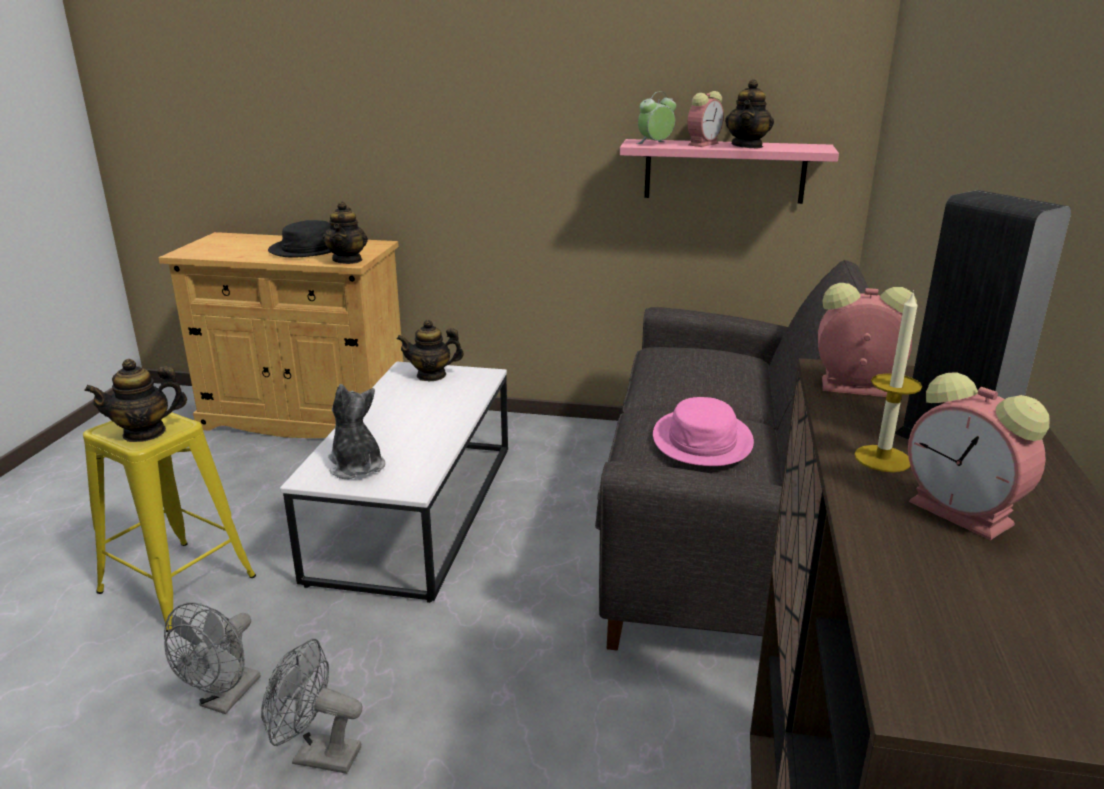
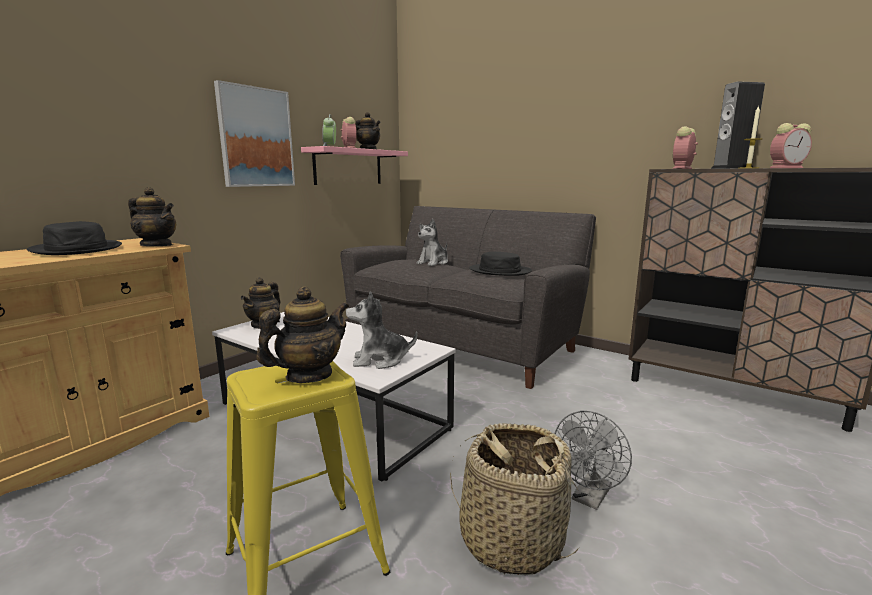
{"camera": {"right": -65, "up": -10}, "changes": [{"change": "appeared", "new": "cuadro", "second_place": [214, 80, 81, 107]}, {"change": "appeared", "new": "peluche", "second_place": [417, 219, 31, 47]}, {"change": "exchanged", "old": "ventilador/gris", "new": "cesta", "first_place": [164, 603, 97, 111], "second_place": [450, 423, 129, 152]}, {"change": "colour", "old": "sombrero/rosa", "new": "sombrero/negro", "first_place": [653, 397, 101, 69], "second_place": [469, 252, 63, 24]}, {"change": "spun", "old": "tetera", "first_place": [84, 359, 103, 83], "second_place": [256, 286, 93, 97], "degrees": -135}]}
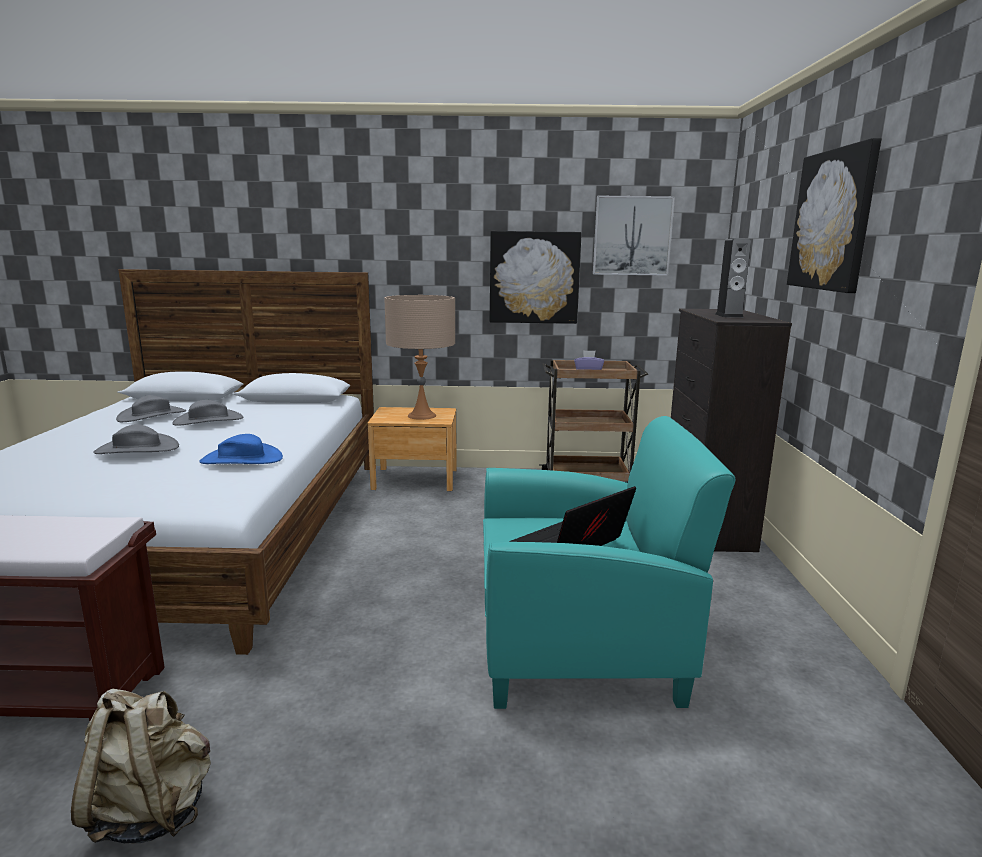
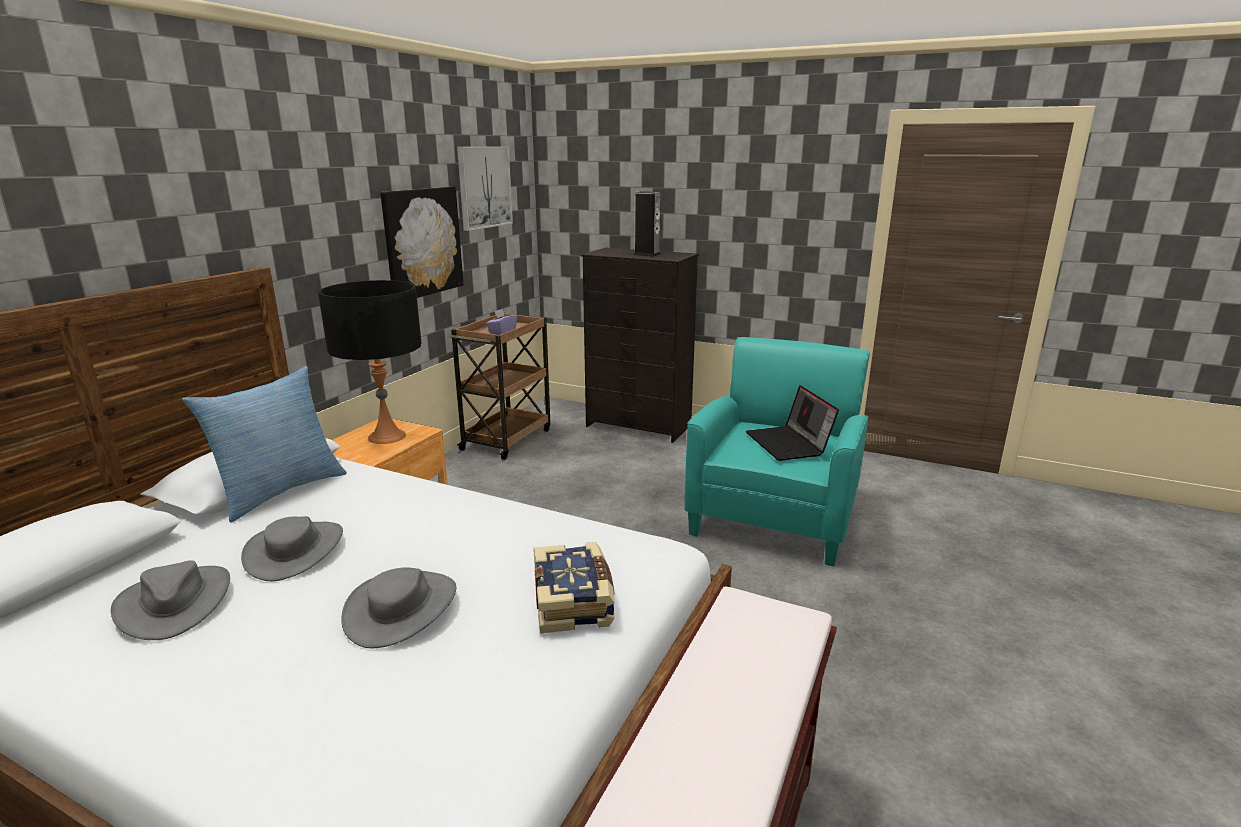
{"camera": {"right": -65, "up": 5}, "changes": [{"change": "missing", "old": "mochila/beis", "first_place": [71, 689, 140, 154]}, {"change": "missing", "old": "sombrero/azul", "first_place": [199, 434, 84, 30]}, {"change": "missing", "old": "cuadro", "first_place": [787, 138, 94, 155]}, {"change": "appeared", "new": "cojín", "second_place": [182, 366, 165, 156]}, {"change": "appeared", "new": "libro", "second_place": [533, 542, 82, 92]}, {"change": "colour", "old": "lámpara de mesa/beis", "new": "lámpara de mesa/negro", "first_place": [384, 295, 71, 125], "second_place": [318, 280, 104, 164]}]}
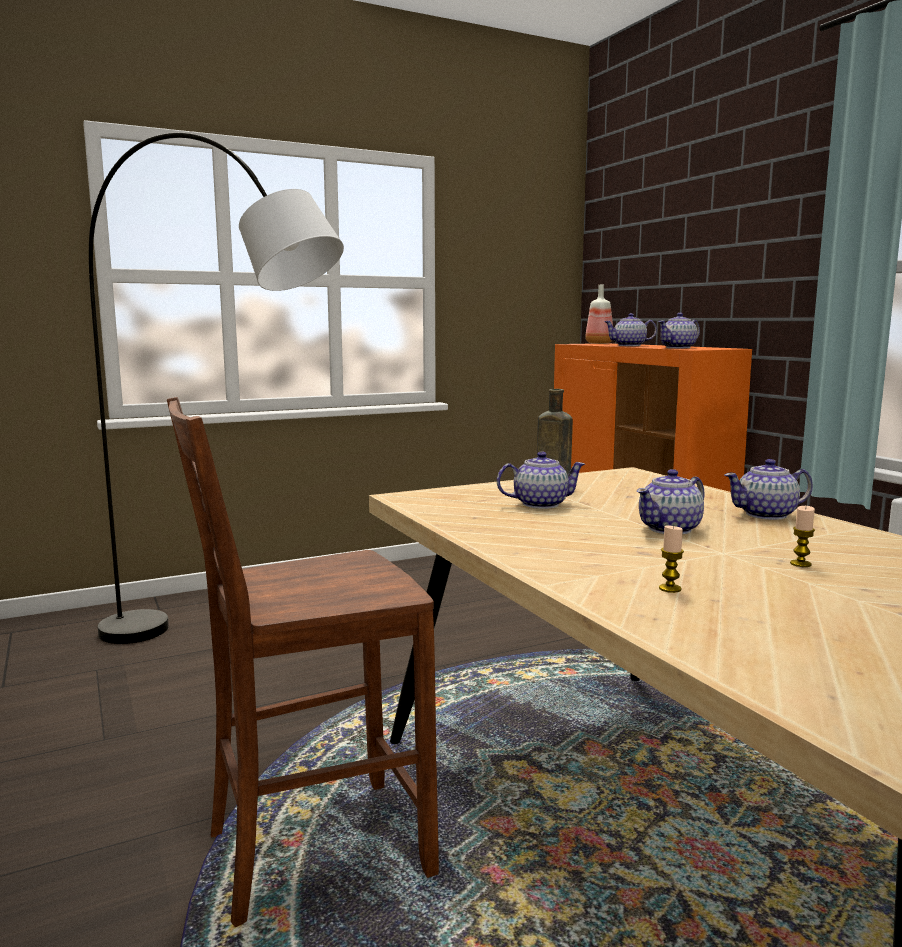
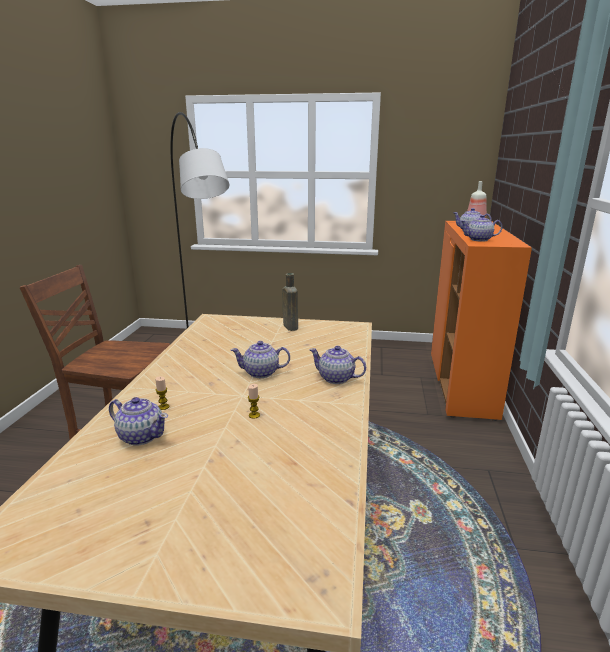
{"camera": {"right": 35, "up": 10}, "changes": [{"change": "relocated", "old": "tetera", "first_place": [497, 452, 88, 57], "second_place": [109, 397, 59, 48]}]}
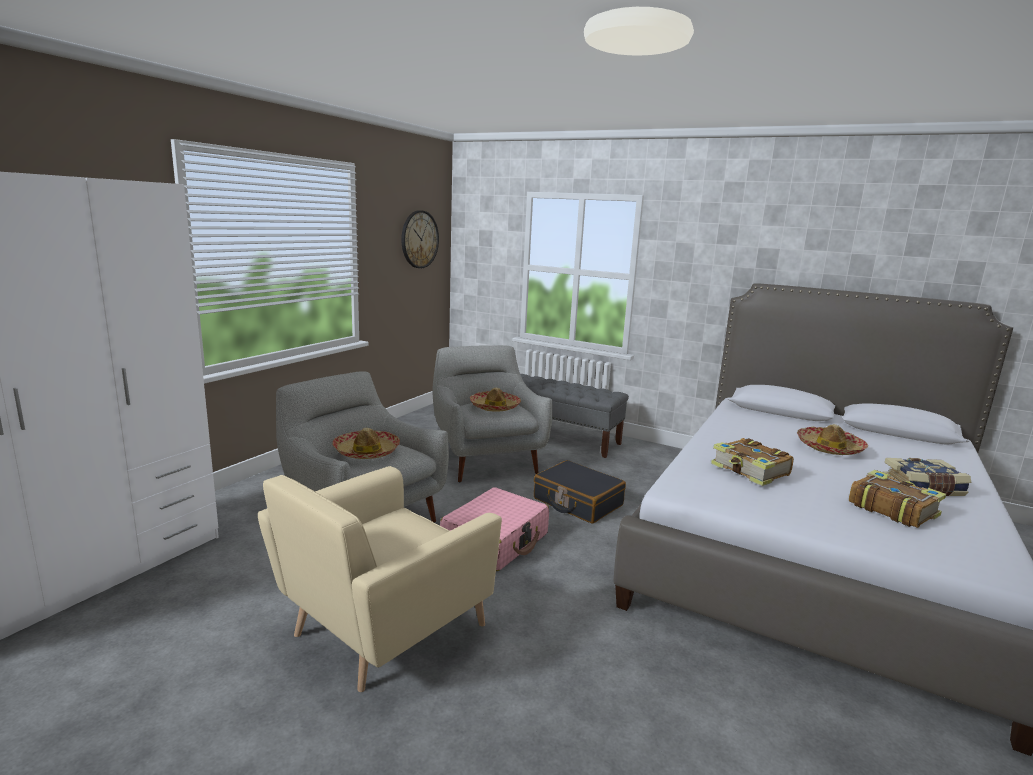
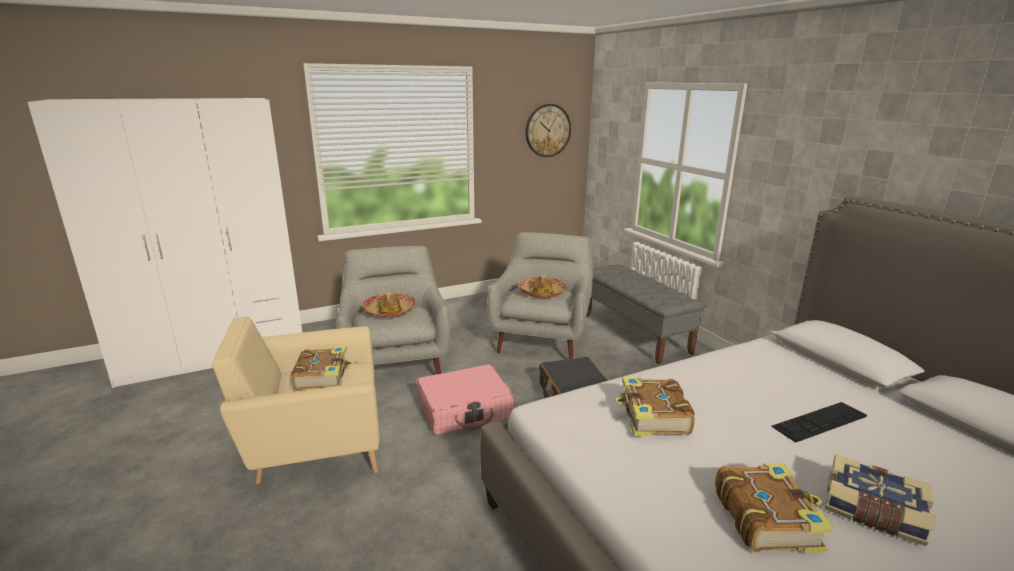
{"camera": {"right": 35, "up": 5}, "changes": [{"change": "appeared", "new": "libro", "second_place": [291, 346, 62, 45]}, {"change": "exchanged", "old": "sombrero", "new": "teclado", "first_place": [797, 424, 71, 31], "second_place": [771, 402, 96, 41]}]}
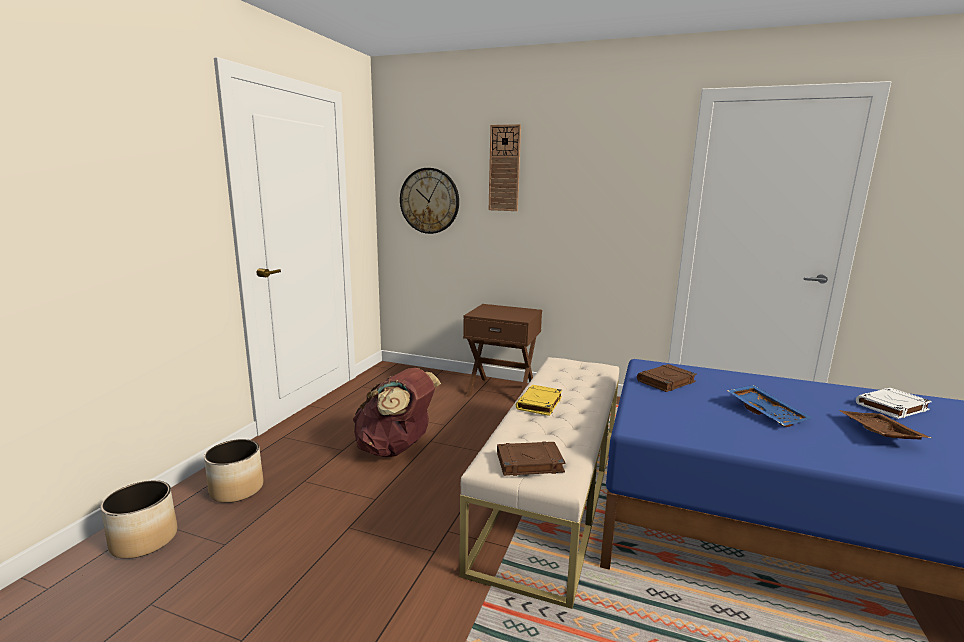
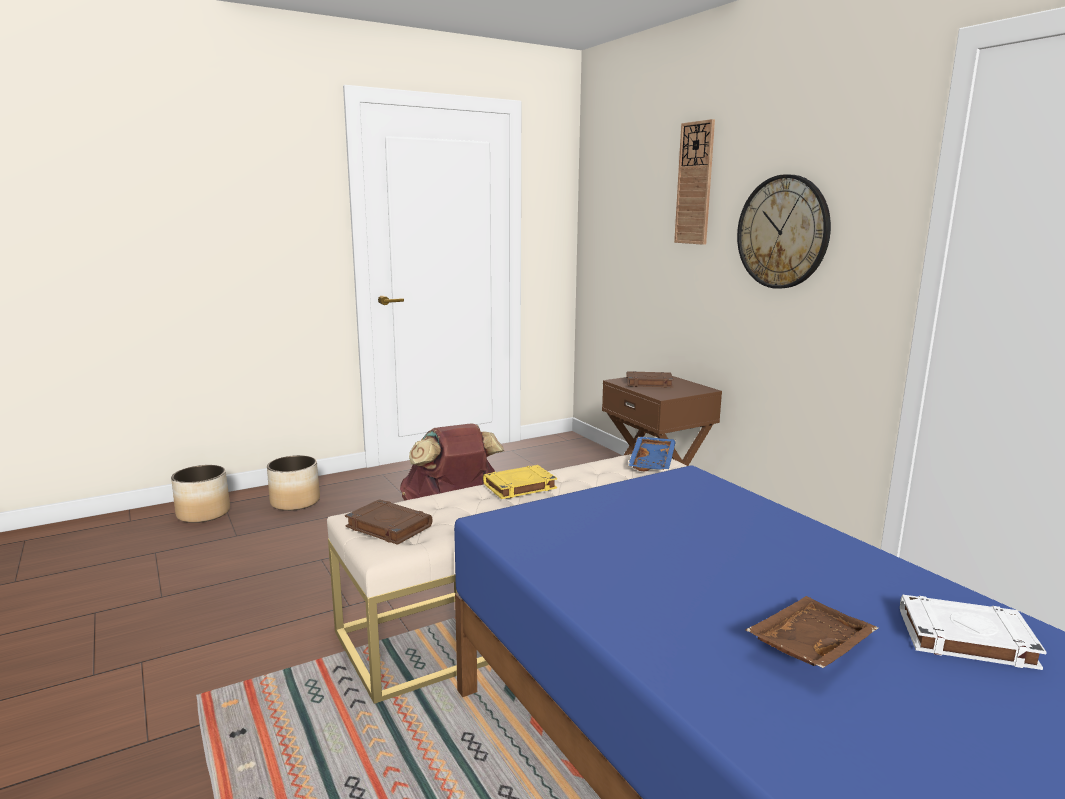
{"camera": {"right": 40, "up": 0}, "changes": [{"change": "relocated", "old": "reloj de pared", "first_place": [400, 168, 59, 66], "second_place": [737, 174, 94, 115]}, {"change": "relocated", "old": "libro/marrón", "first_place": [637, 364, 60, 28], "second_place": [626, 371, 48, 17]}, {"change": "relocated", "old": "bandeja/azul", "first_place": [727, 385, 85, 42], "second_place": [628, 437, 48, 34]}]}
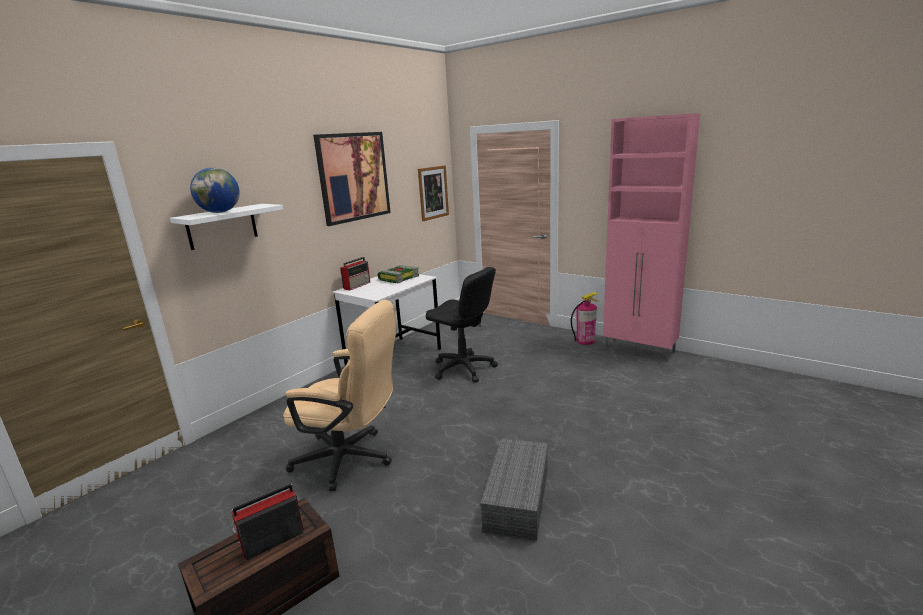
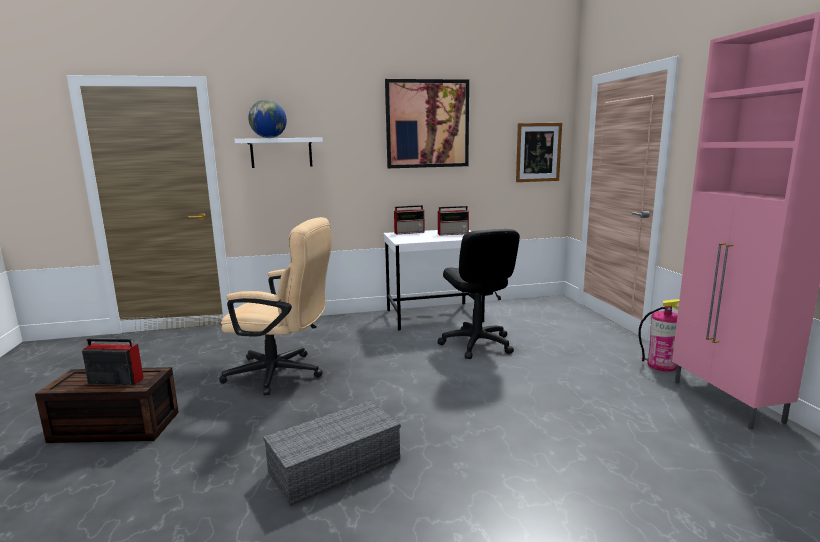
{"camera": {"right": 40, "up": -5}, "changes": [{"change": "exchanged", "old": "libro", "new": "radio", "first_place": [378, 265, 41, 18], "second_place": [438, 206, 31, 30]}, {"change": "spun", "old": "silla de oficina/beis", "first_place": [283, 300, 113, 191], "second_place": [219, 217, 112, 179], "degrees": -45}]}
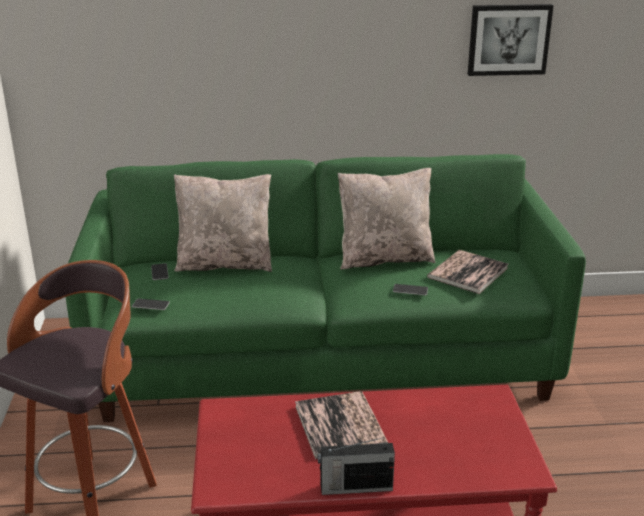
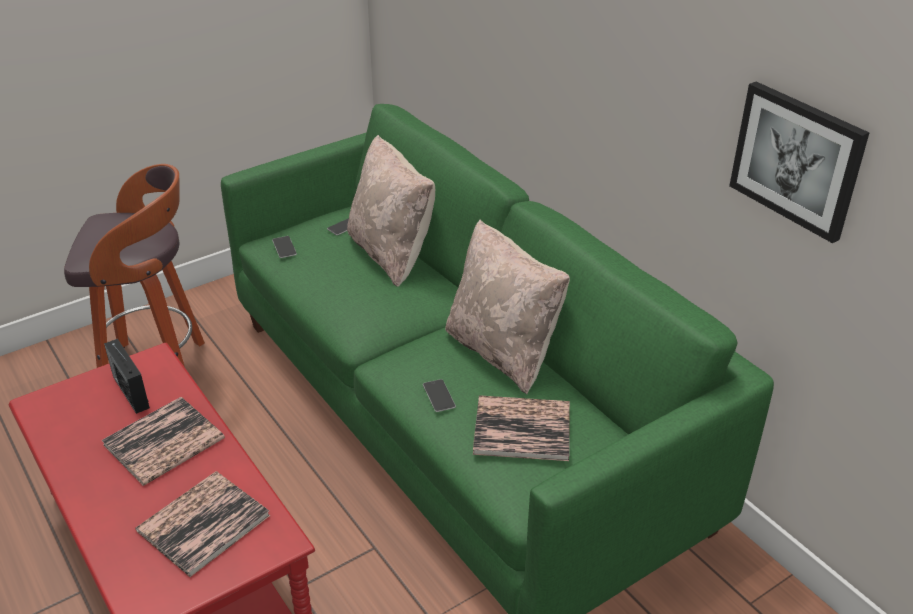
{"camera": {"right": 60, "up": 10}, "changes": [{"change": "appeared", "new": "libro", "second_place": [135, 471, 135, 106]}, {"change": "relocated", "old": "radio", "first_place": [318, 437, 77, 58], "second_place": [104, 339, 46, 75]}]}
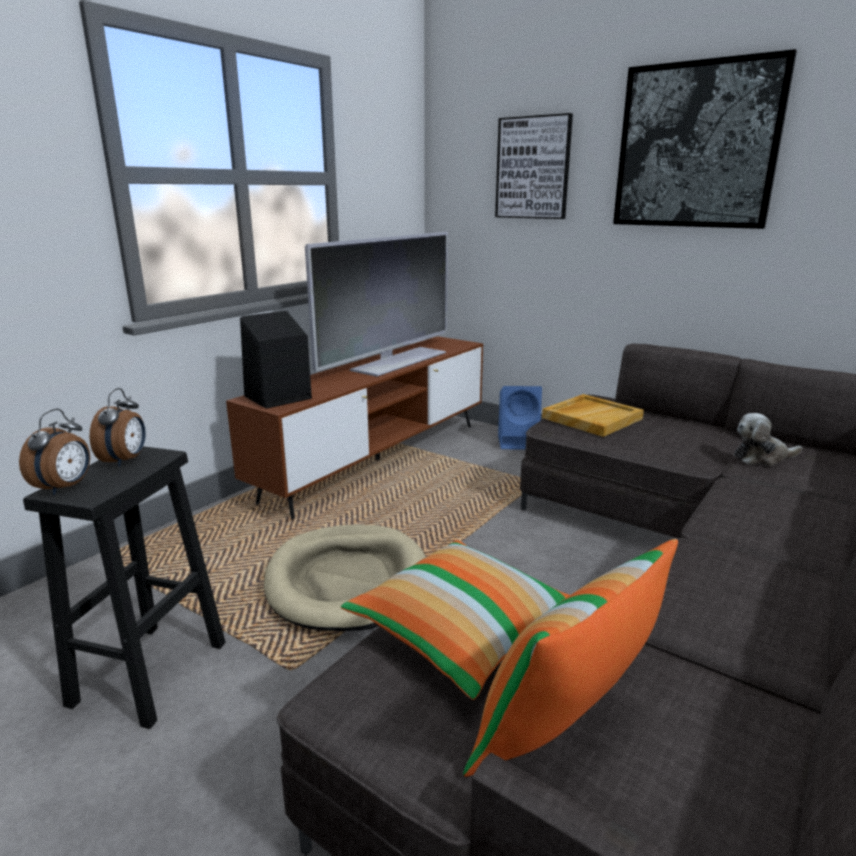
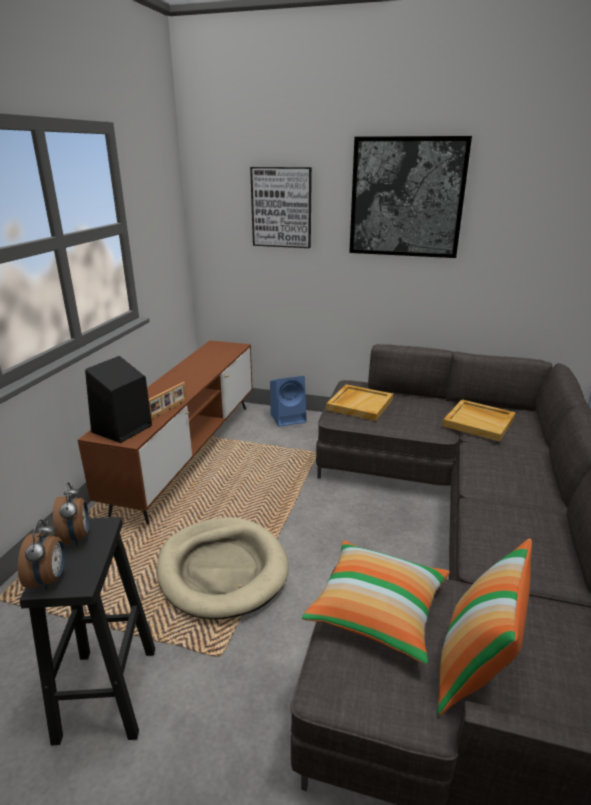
{"camera": {"right": -20, "up": 5}, "changes": [{"change": "missing", "old": "televisor", "first_place": [305, 232, 143, 145]}, {"change": "appeared", "new": "portarretratos", "second_place": [149, 382, 38, 38]}, {"change": "exchanged", "old": "peluche", "new": "bandeja/beis", "first_place": [734, 413, 68, 53], "second_place": [443, 399, 73, 43]}]}
